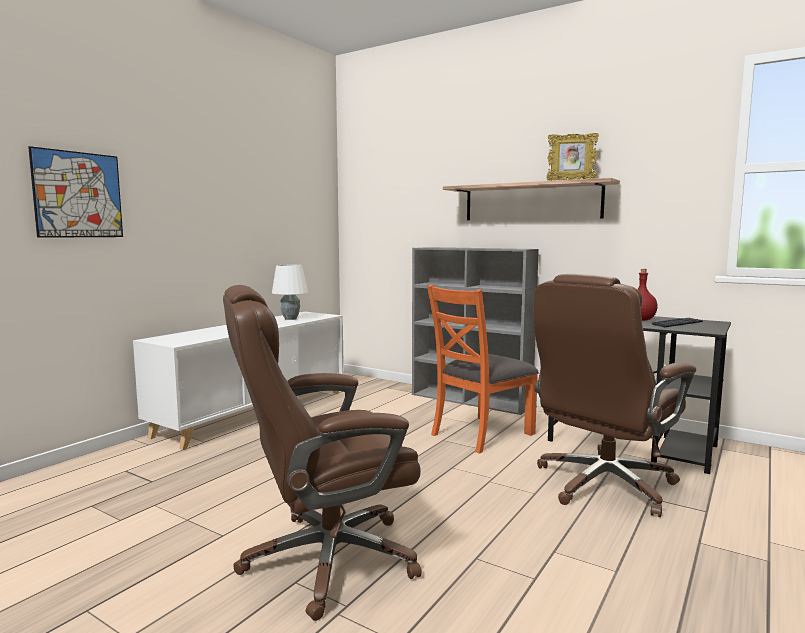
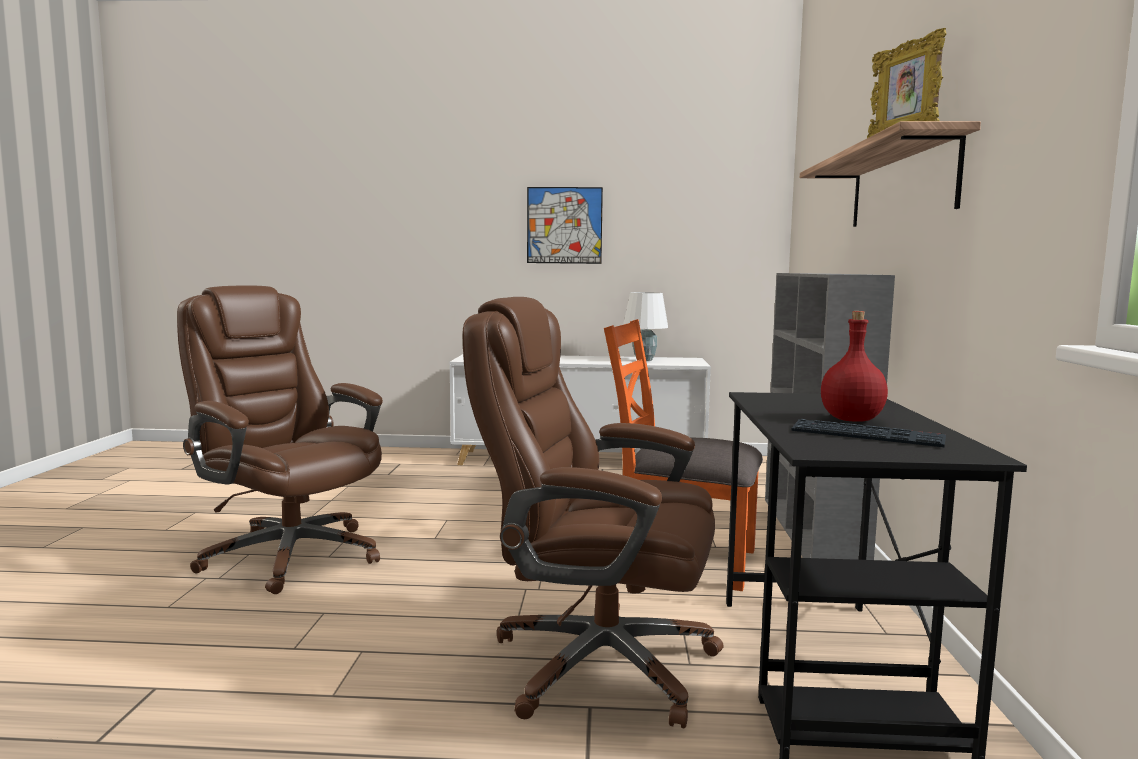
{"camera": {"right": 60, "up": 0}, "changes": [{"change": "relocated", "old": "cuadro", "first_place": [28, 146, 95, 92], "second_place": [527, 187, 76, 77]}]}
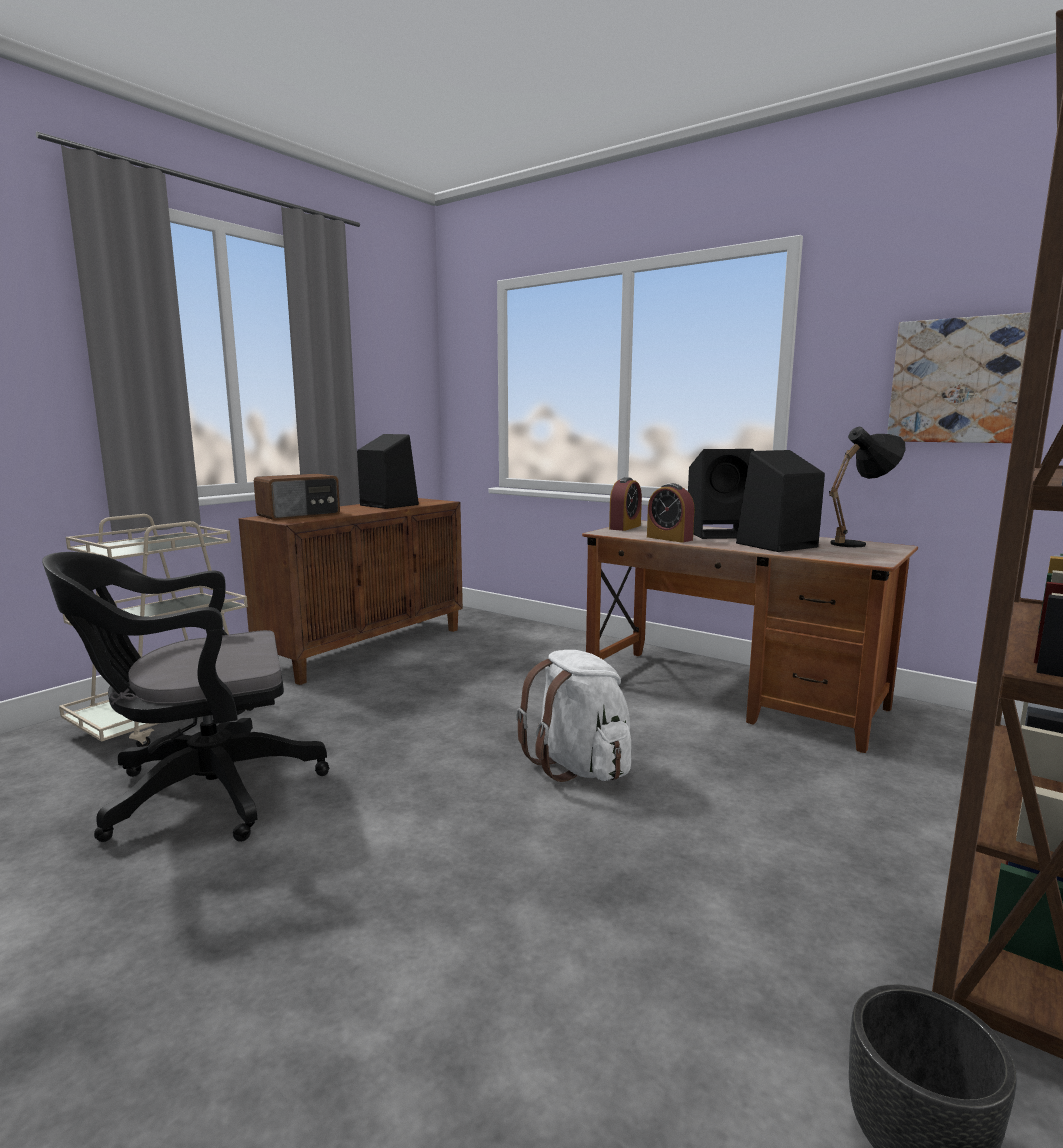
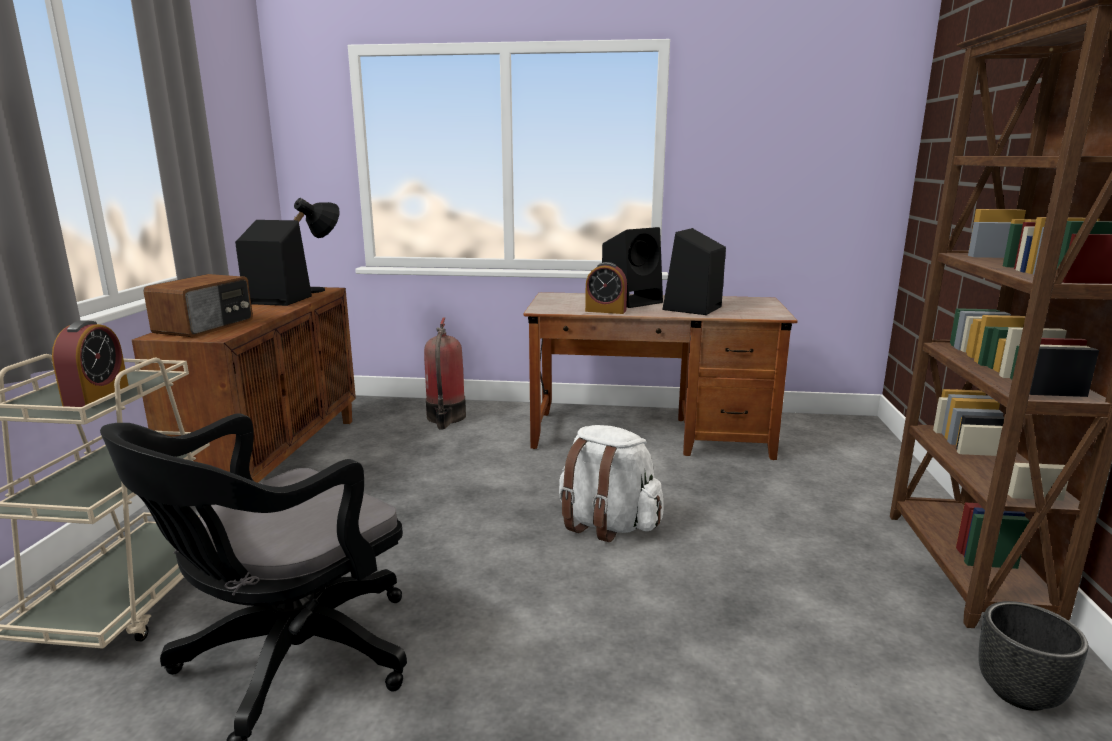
{"camera": {"right": -30, "up": 5}, "changes": [{"change": "missing", "old": "cuadro", "first_place": [887, 312, 144, 131]}, {"change": "appeared", "new": "extintor", "second_place": [424, 317, 42, 113]}, {"change": "relocated", "old": "despertador", "first_place": [609, 477, 33, 54], "second_place": [52, 321, 77, 86]}, {"change": "relocated", "old": "lámpara de mesa/negro", "first_place": [829, 427, 77, 120], "second_place": [294, 198, 45, 95]}]}
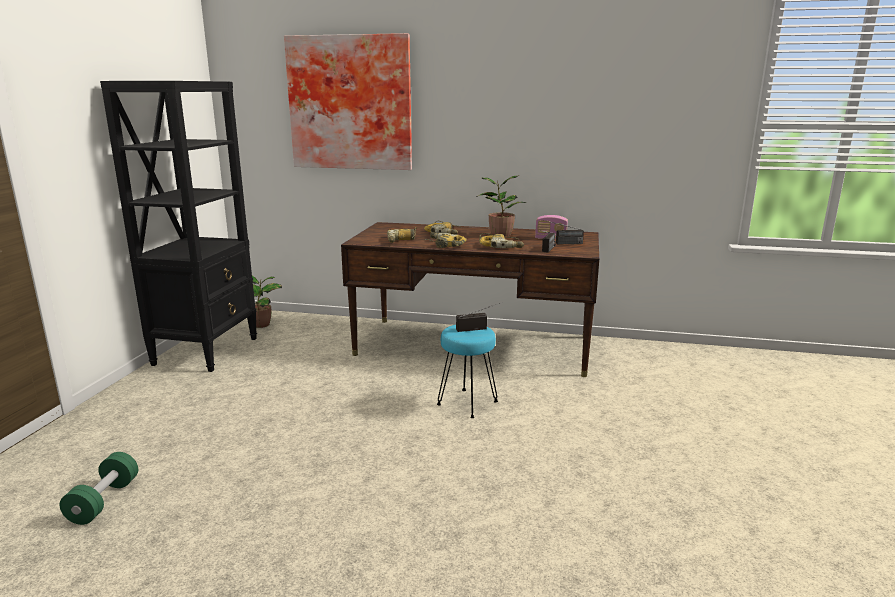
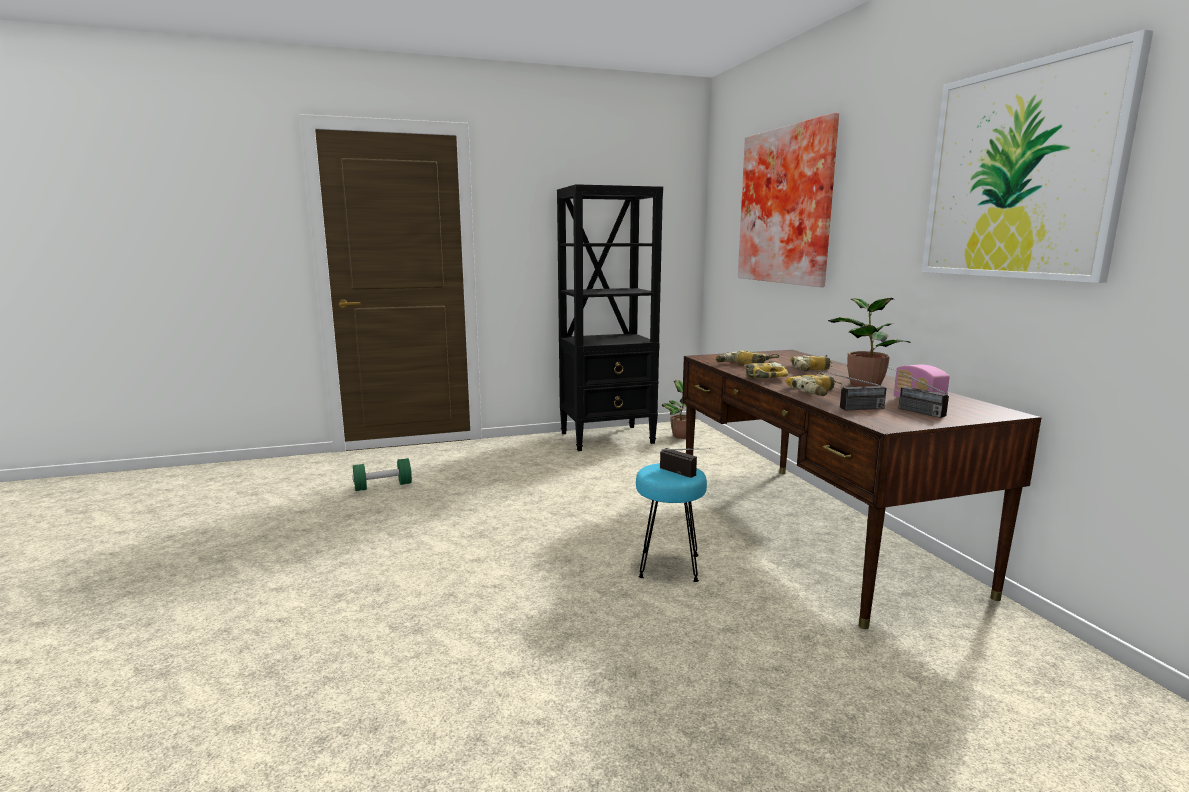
{"camera": {"right": 60, "up": -5}, "changes": [{"change": "appeared", "new": "cuadro", "second_place": [922, 30, 231, 253]}]}
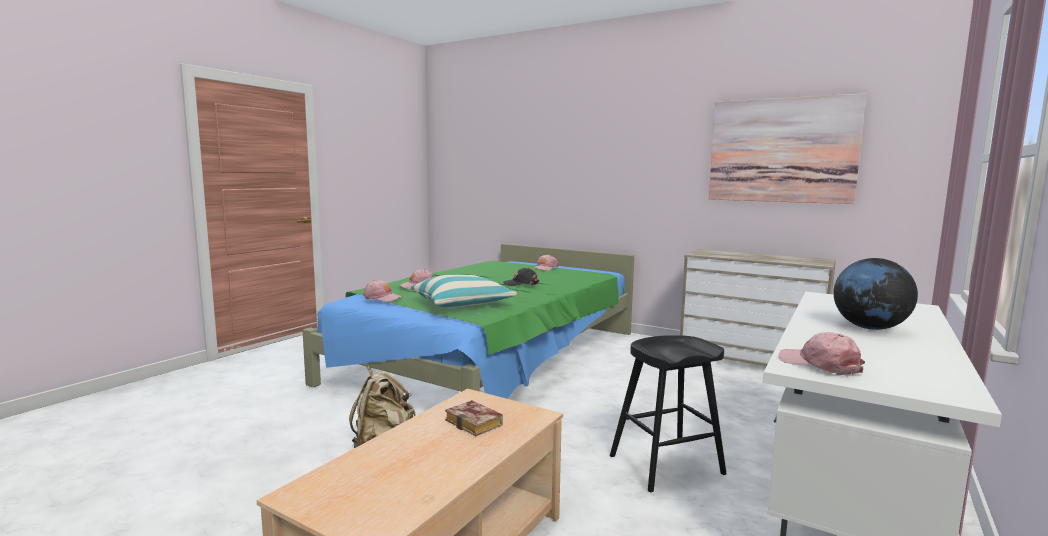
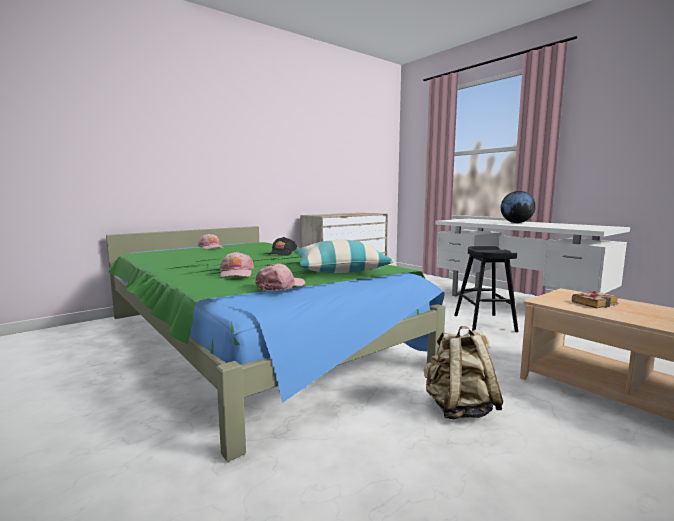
{"camera": {"right": -70, "up": 0}, "changes": [{"change": "missing", "old": "cuadro", "first_place": [709, 93, 158, 111]}, {"change": "missing", "old": "gorra/rosa", "first_place": [778, 332, 87, 43]}]}
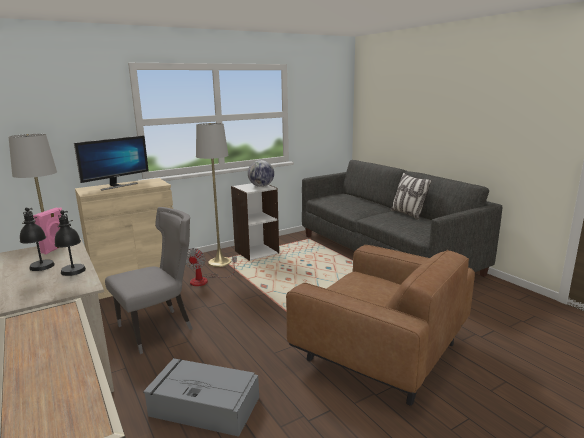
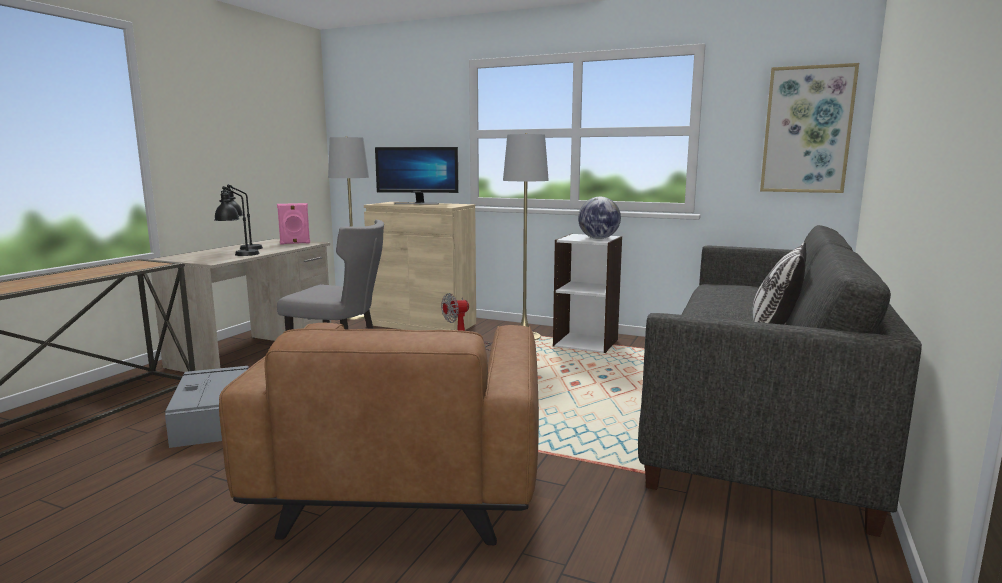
{"camera": {"right": 55, "up": -5}, "changes": [{"change": "appeared", "new": "cuadro", "second_place": [760, 63, 99, 130]}]}
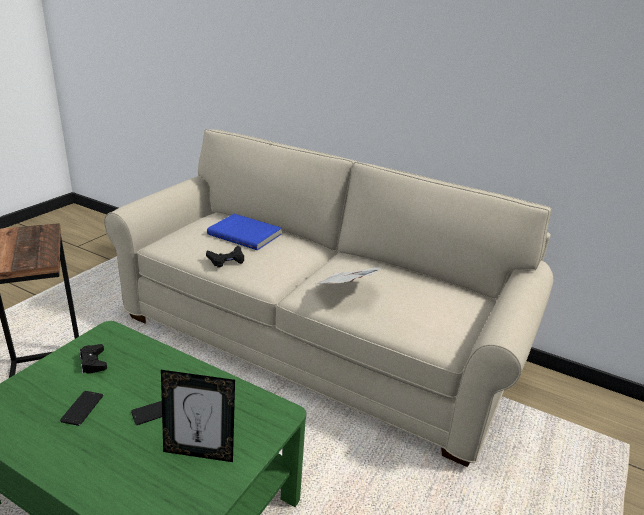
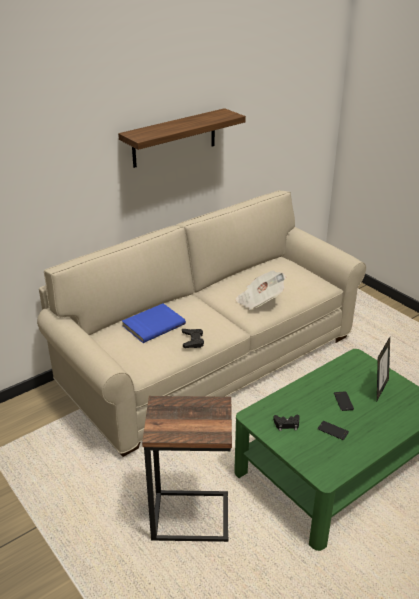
{"camera": {"right": -65, "up": 5}, "changes": [{"change": "appeared", "new": "estante", "second_place": [118, 108, 128, 60]}]}
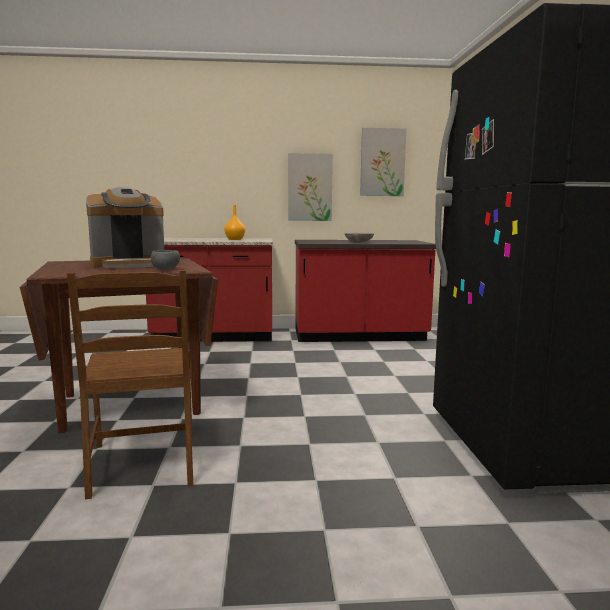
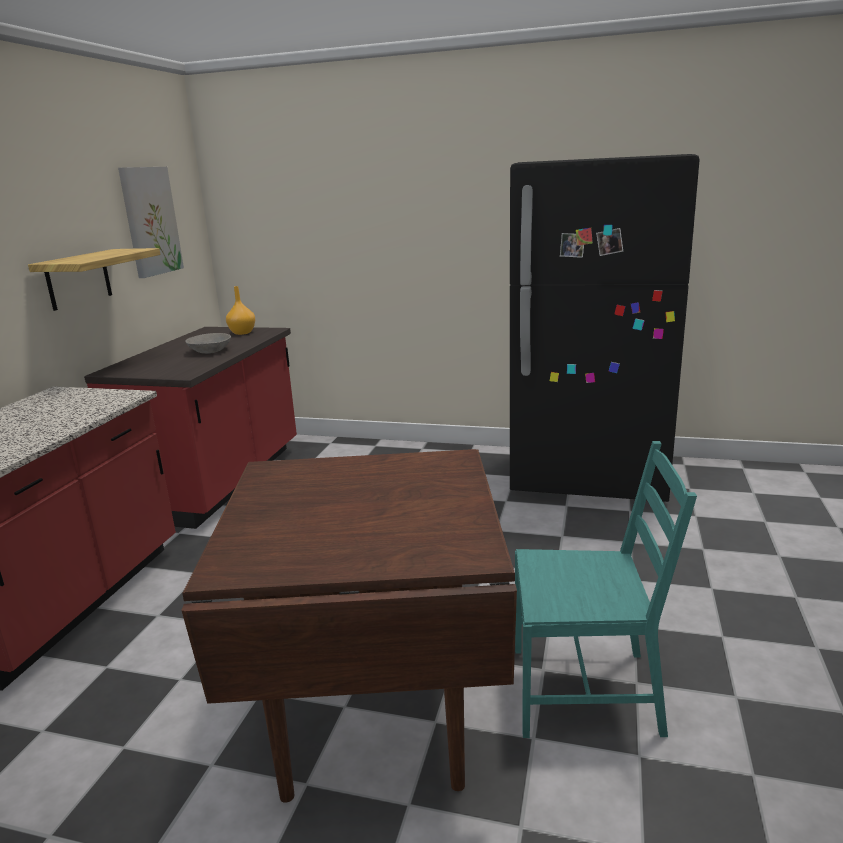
{"camera": {"right": -70, "up": 10}, "changes": [{"change": "missing", "old": "cafetera", "first_place": [86, 187, 78, 81]}, {"change": "missing", "old": "cuenco/gris", "first_place": [151, 250, 29, 20]}, {"change": "relocated", "old": "florero/naranja", "first_place": [224, 205, 21, 35], "second_place": [226, 286, 29, 49]}, {"change": "exchanged", "old": "cuadro", "new": "estante", "first_place": [288, 153, 45, 68], "second_place": [28, 248, 133, 63]}, {"change": "colour", "old": "silla/marrón", "new": "silla/turquesa", "first_place": [67, 270, 127, 229], "second_place": [515, 441, 182, 297]}]}
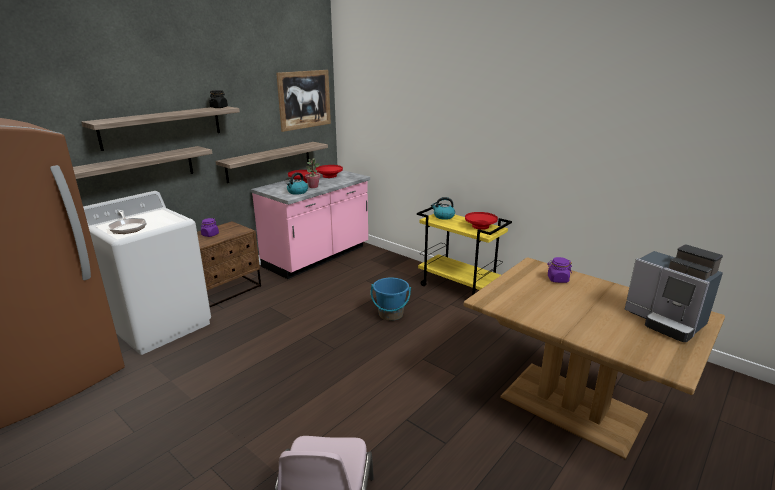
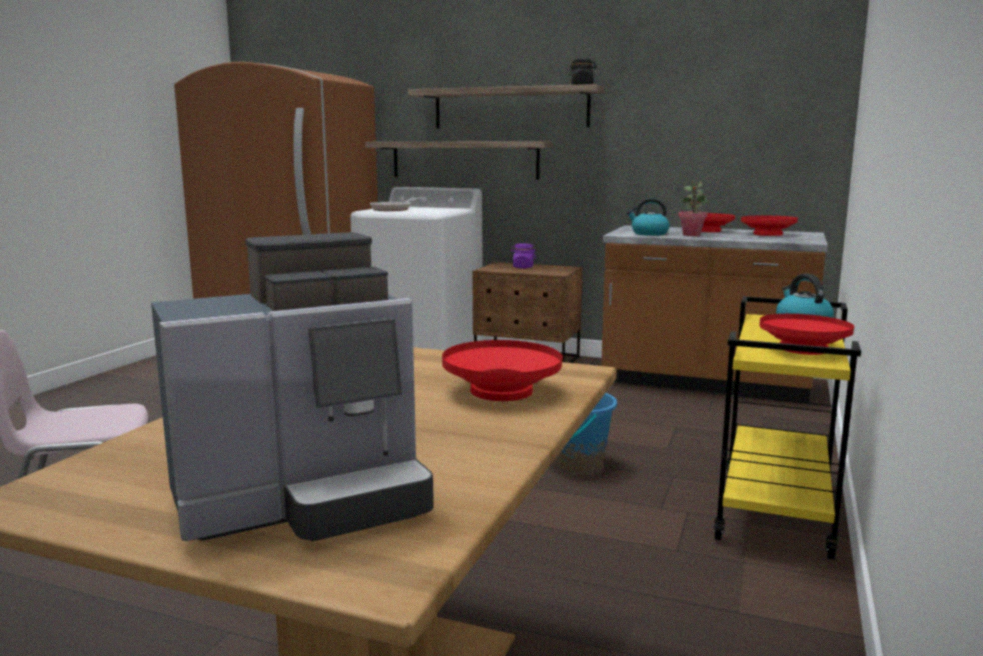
{"camera": {"right": 70, "up": -10}, "changes": [{"change": "missing", "old": "estante", "first_place": [216, 142, 112, 41]}, {"change": "missing", "old": "cuadro", "first_place": [276, 70, 55, 62]}, {"change": "exchanged", "old": "tarro/morado", "new": "cuenco/rojo", "first_place": [547, 257, 25, 26], "second_place": [442, 340, 121, 61]}, {"change": "colour", "old": "mueble bajo de cocina/rosa", "new": "mueble bajo de cocina/marrón", "first_place": [251, 170, 119, 109], "second_place": [601, 225, 227, 178]}, {"change": "spun", "old": "cafetera", "first_place": [625, 244, 98, 98], "second_place": [151, 232, 283, 309], "degrees": -150}]}
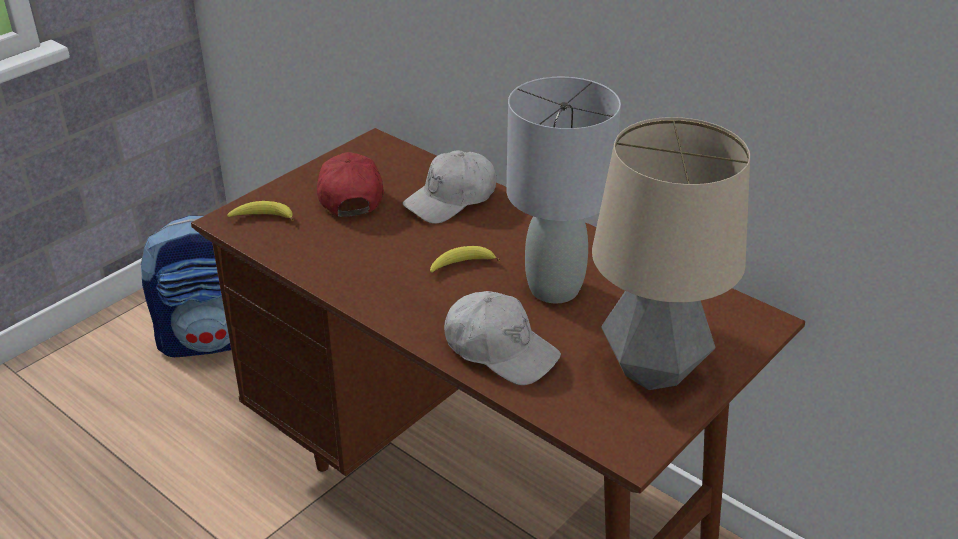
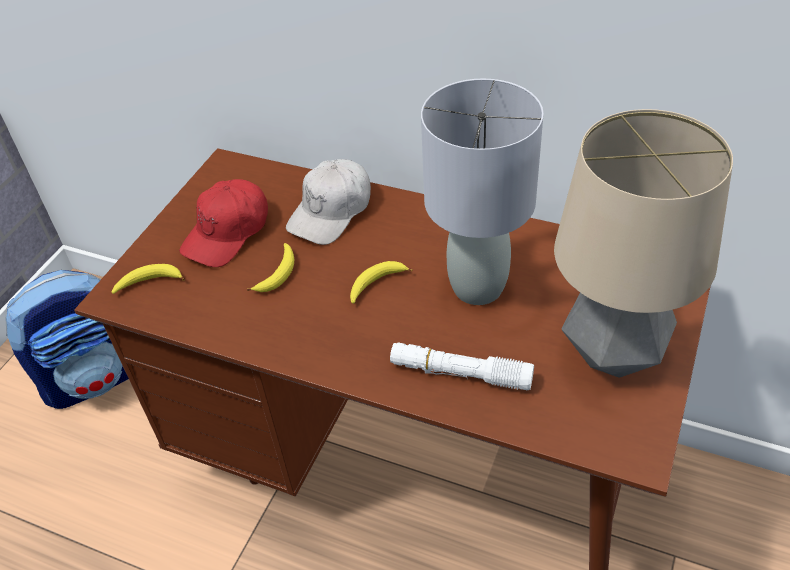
{"camera": {"right": -15, "up": 10}, "changes": [{"change": "appeared", "new": "plátano", "second_place": [247, 243, 47, 49]}, {"change": "exchanged", "old": "gorra/blanco", "new": "linterna/blanco", "first_place": [444, 291, 117, 94], "second_place": [390, 343, 144, 47]}, {"change": "spun", "old": "gorra/rojo", "first_place": [317, 152, 67, 65], "second_place": [179, 179, 89, 88], "degrees": -120}]}
